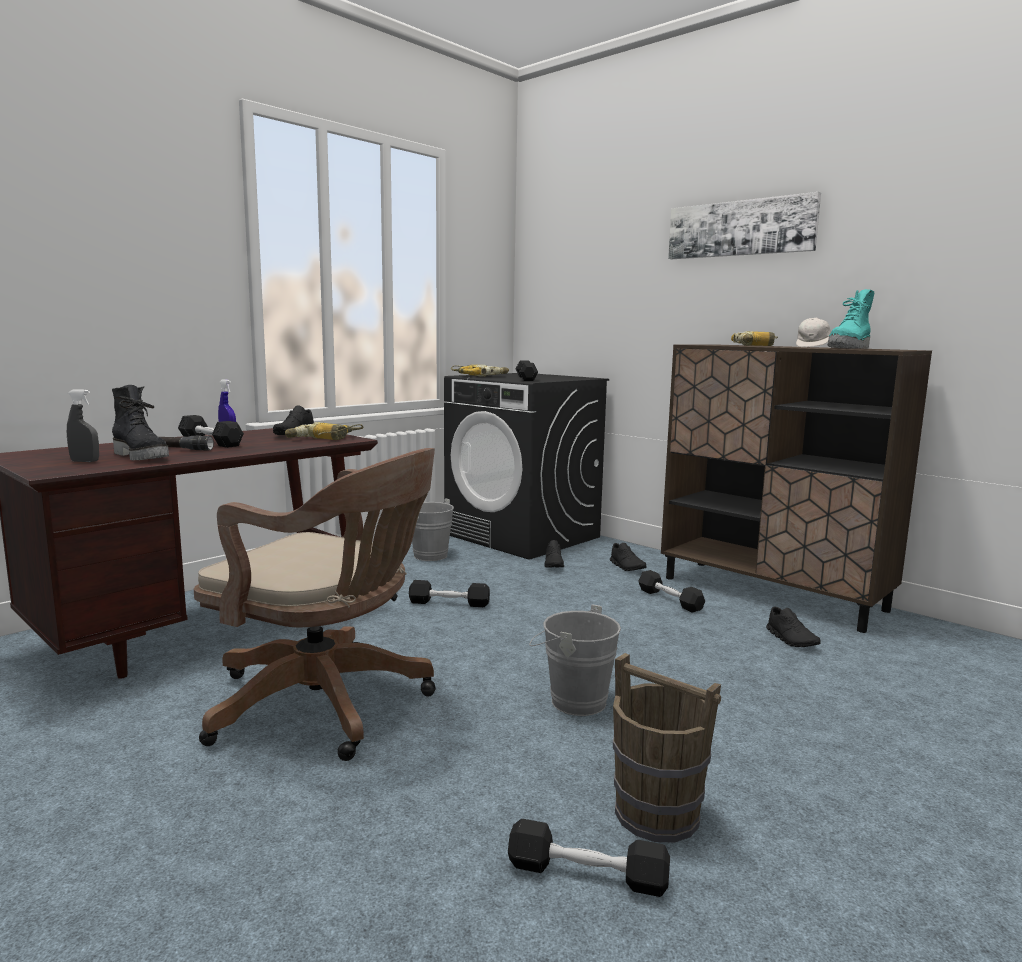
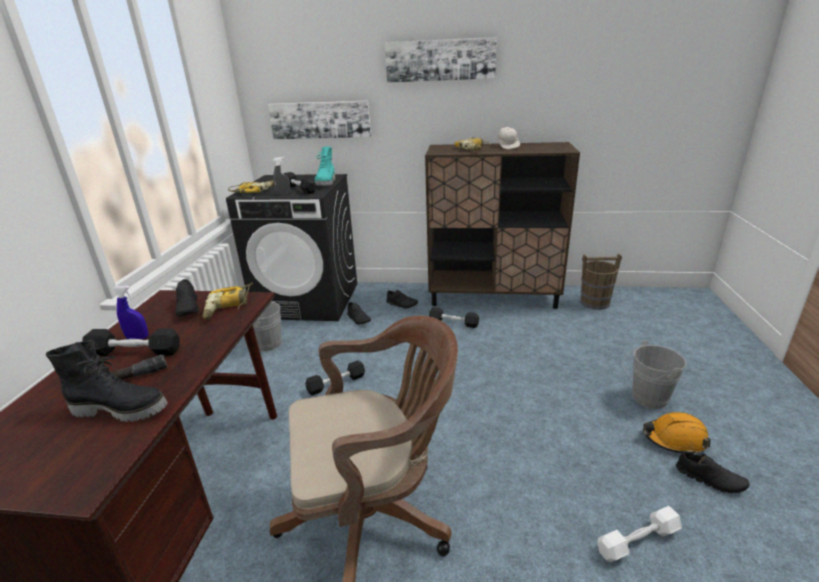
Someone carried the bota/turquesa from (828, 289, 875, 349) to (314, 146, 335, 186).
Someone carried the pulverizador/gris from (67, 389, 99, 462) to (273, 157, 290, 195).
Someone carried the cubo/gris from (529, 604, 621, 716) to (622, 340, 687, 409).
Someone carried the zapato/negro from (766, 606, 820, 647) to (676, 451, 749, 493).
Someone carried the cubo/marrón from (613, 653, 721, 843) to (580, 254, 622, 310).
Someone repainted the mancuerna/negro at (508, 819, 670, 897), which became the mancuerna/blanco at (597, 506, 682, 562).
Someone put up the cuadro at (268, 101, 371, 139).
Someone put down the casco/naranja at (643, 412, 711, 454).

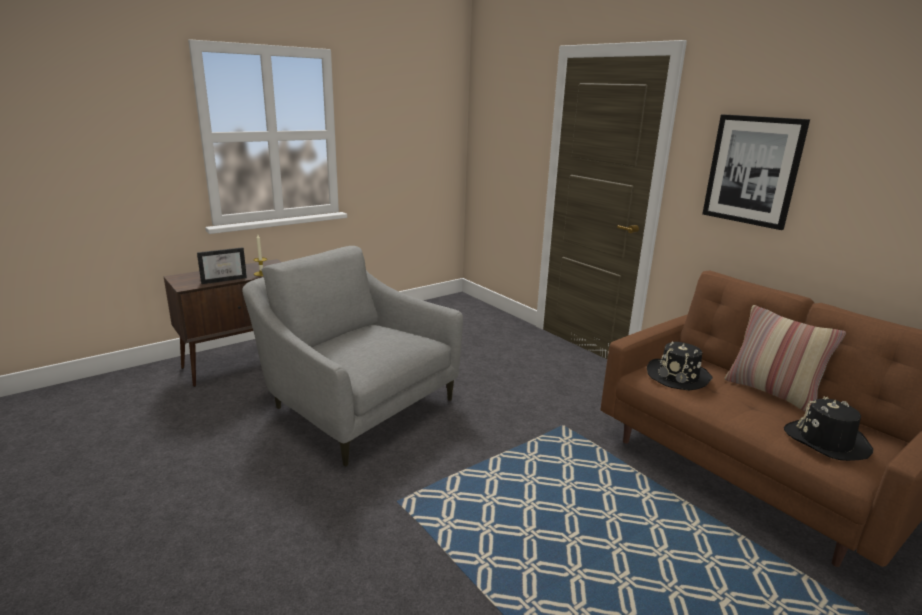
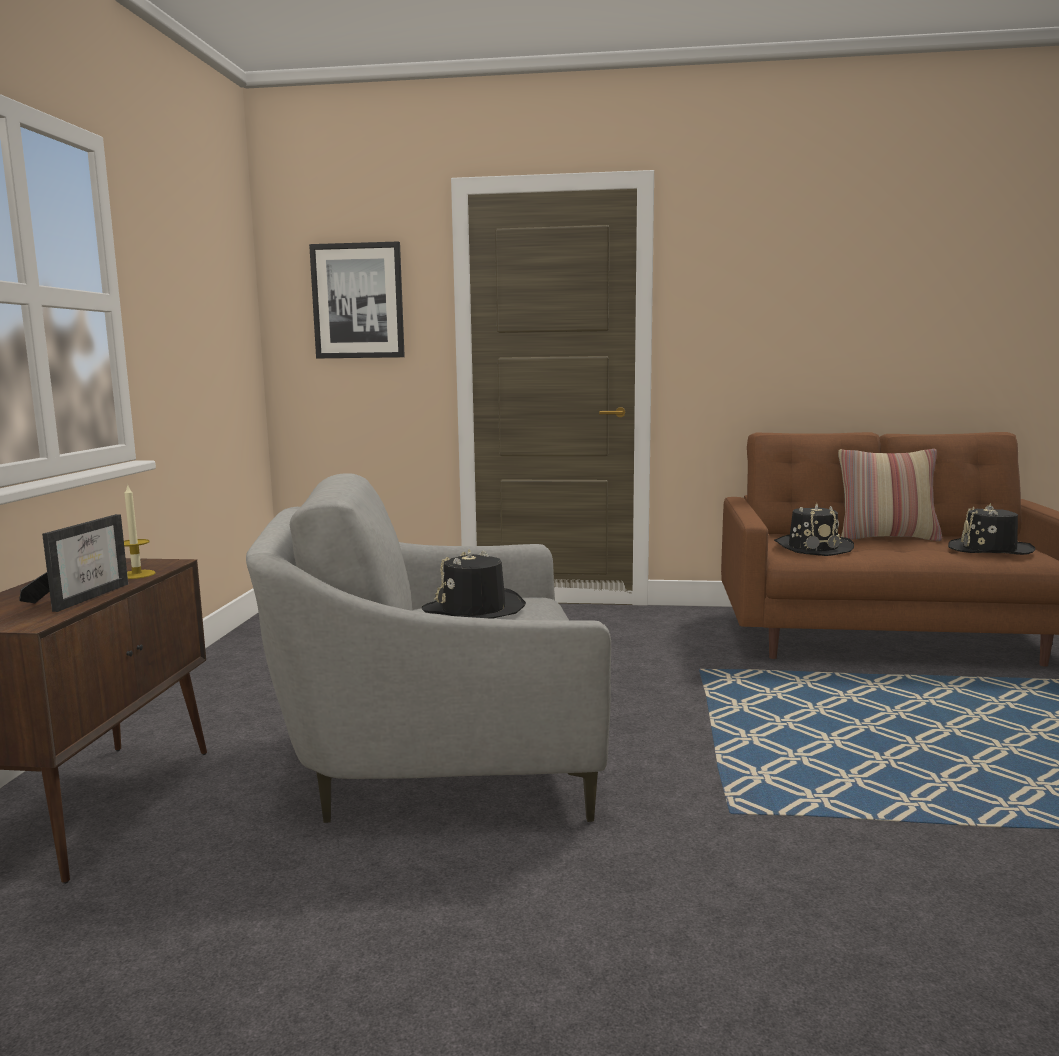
Someone carried the cuadro from (702, 114, 810, 230) to (309, 242, 405, 358).
Someone put down the sombrero/negro at (422, 549, 526, 619).

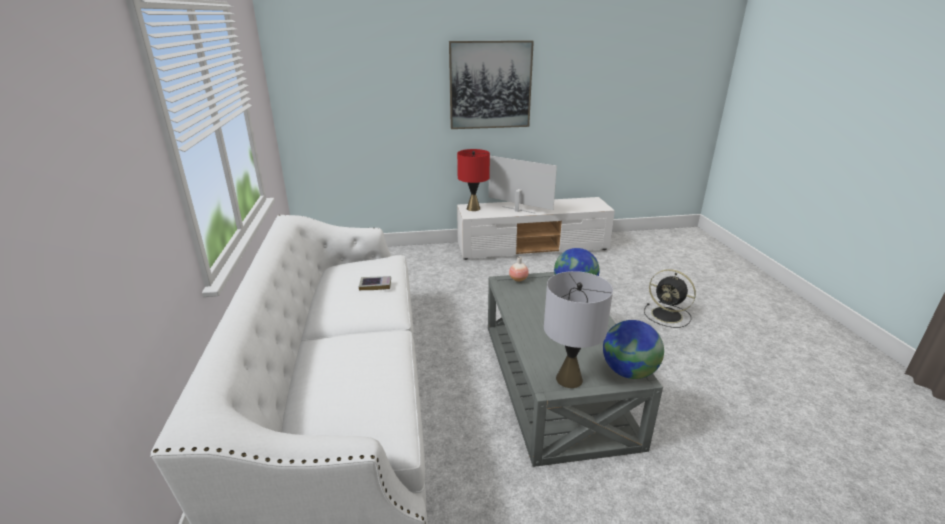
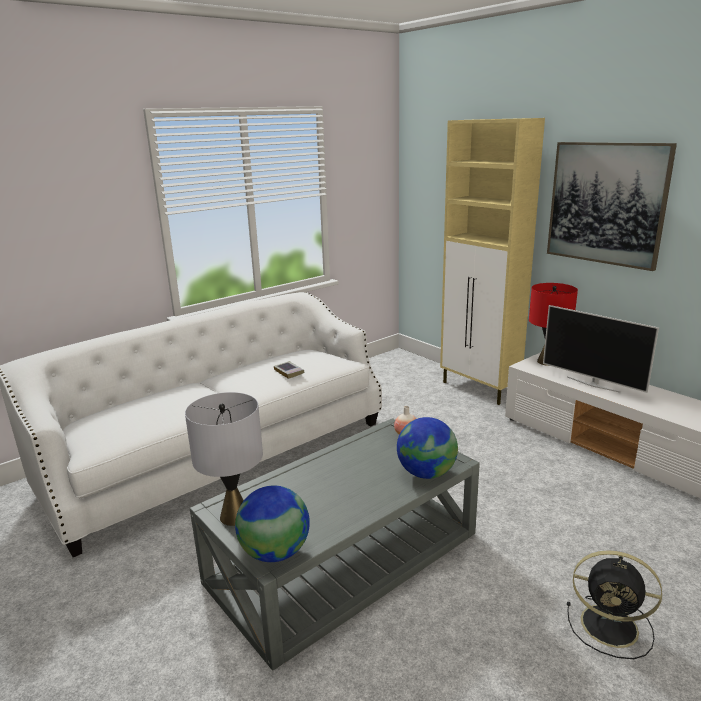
Someone rotated the televisor at (488, 156, 557, 214) by 135 degrees clockwise.
Someone rotated the ventilador/negro at (644, 269, 696, 328) by 75 degrees counterclockwise.
Someone put down the armario/beis at (440, 118, 545, 405).

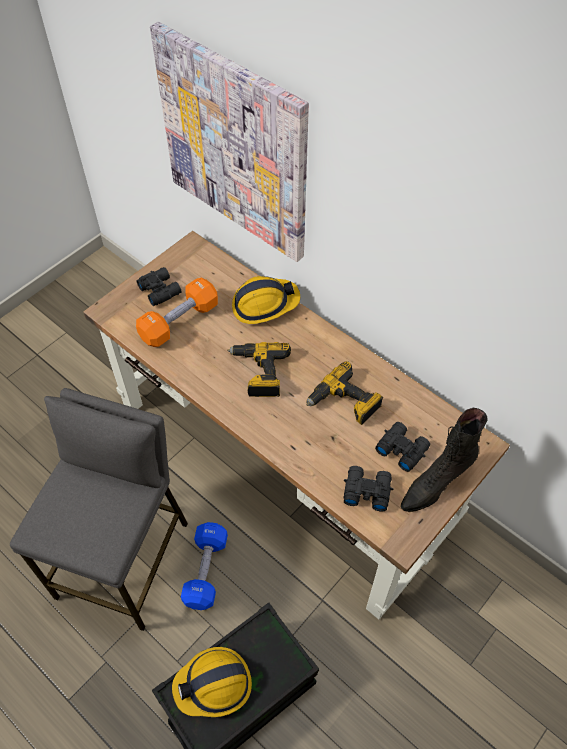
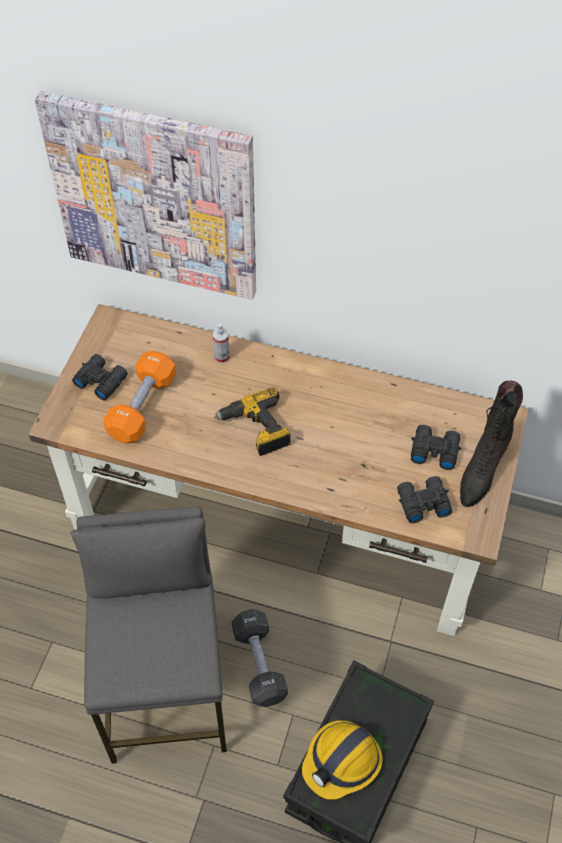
Someone swapped the casco at (232, 276, 300, 324) for the pulverizador at (213, 323, 230, 363).
Someone took away the taladro at (306, 361, 383, 425).
Someone repainted the mancuerna/azul at (181, 522, 228, 610), which became the mancuerna/negro at (232, 609, 288, 707).

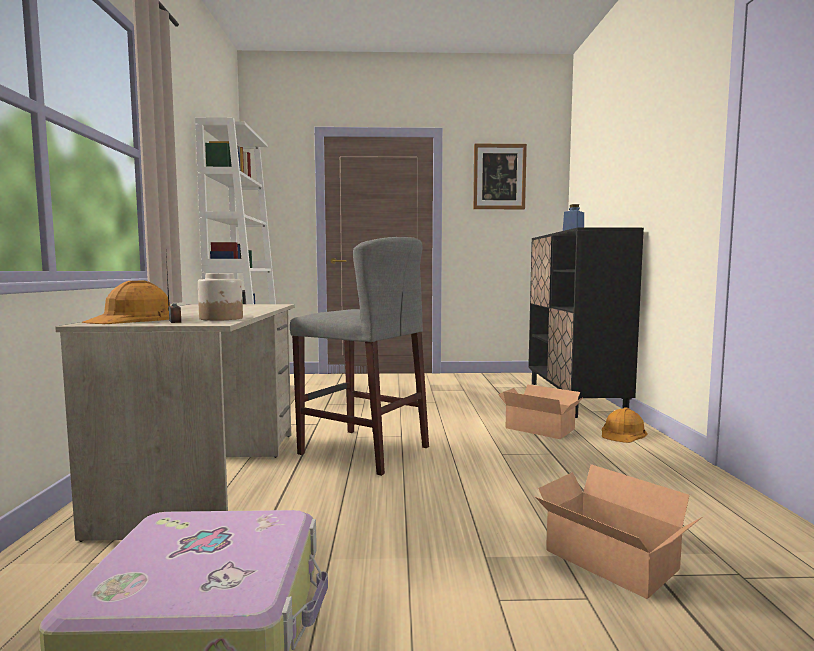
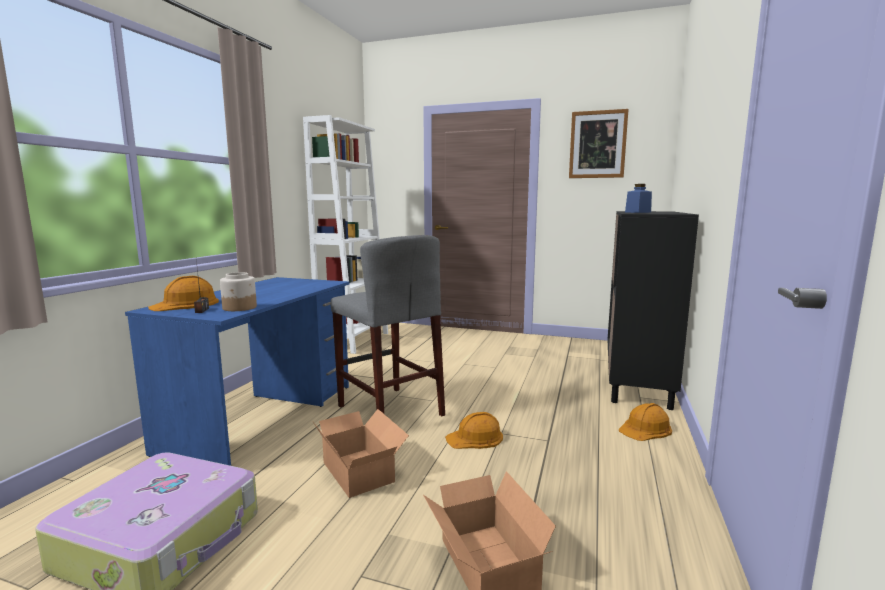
Someone repainted the escritorio/beis at (55, 304, 295, 542), which became the escritorio/azul at (125, 277, 350, 466).
Someone carried the caja de cartón from (498, 385, 582, 439) to (313, 409, 409, 498).
Someone put down the casco/naranja at (445, 412, 503, 449).

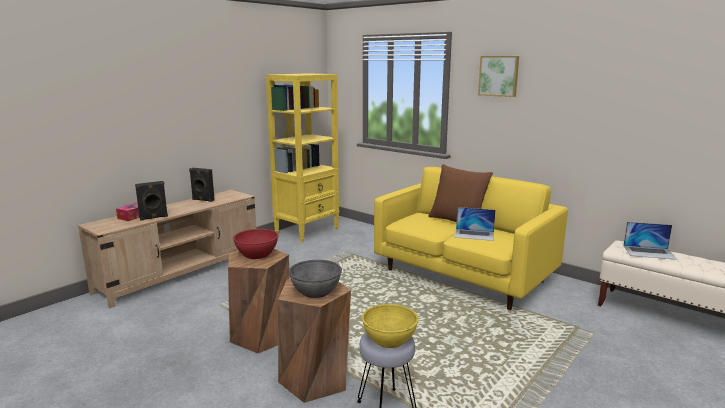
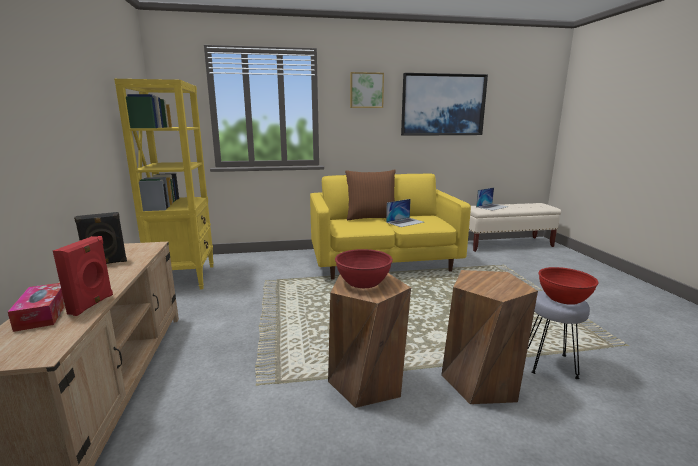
Someone repainted the altavoz/negro at (135, 181, 168, 221), which became the altavoz/rojo at (53, 236, 113, 316).
Someone took away the cuenco/gris at (289, 260, 342, 298).
Someone repainted the cuenco/amarillo at (362, 304, 419, 348), which became the cuenco/rojo at (538, 267, 599, 305).
Someone put up the cuadro at (401, 73, 488, 136).

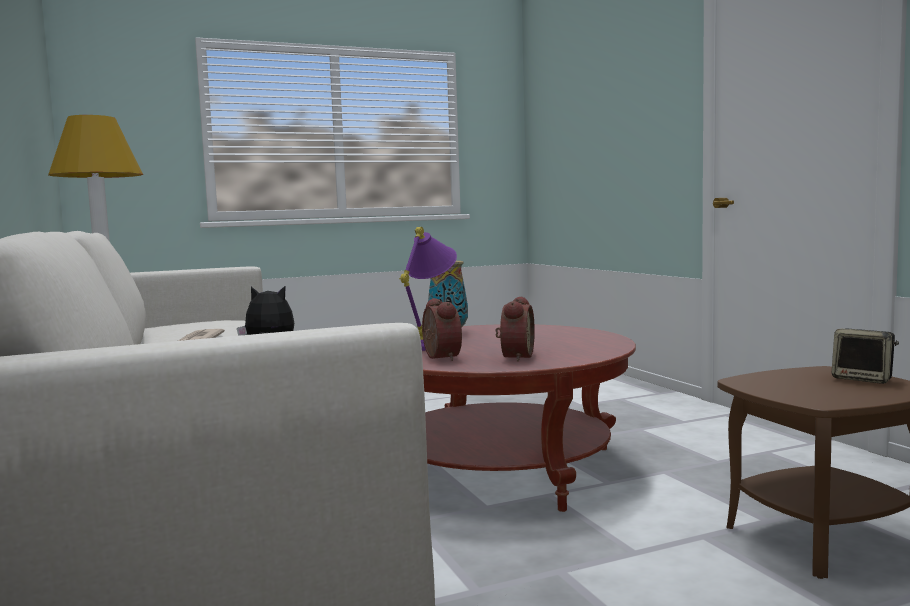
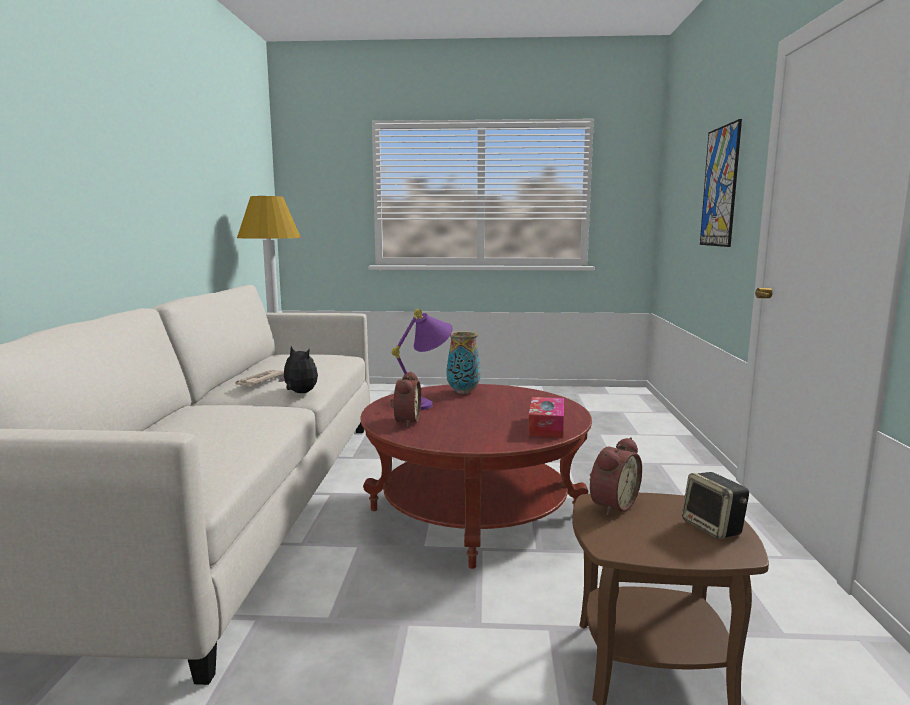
Someone carried the despertador from (495, 296, 535, 361) to (590, 437, 642, 516).
Someone put up the cuadro at (700, 119, 742, 247).
Someone put down the caja de pañuelos at (528, 397, 564, 438).

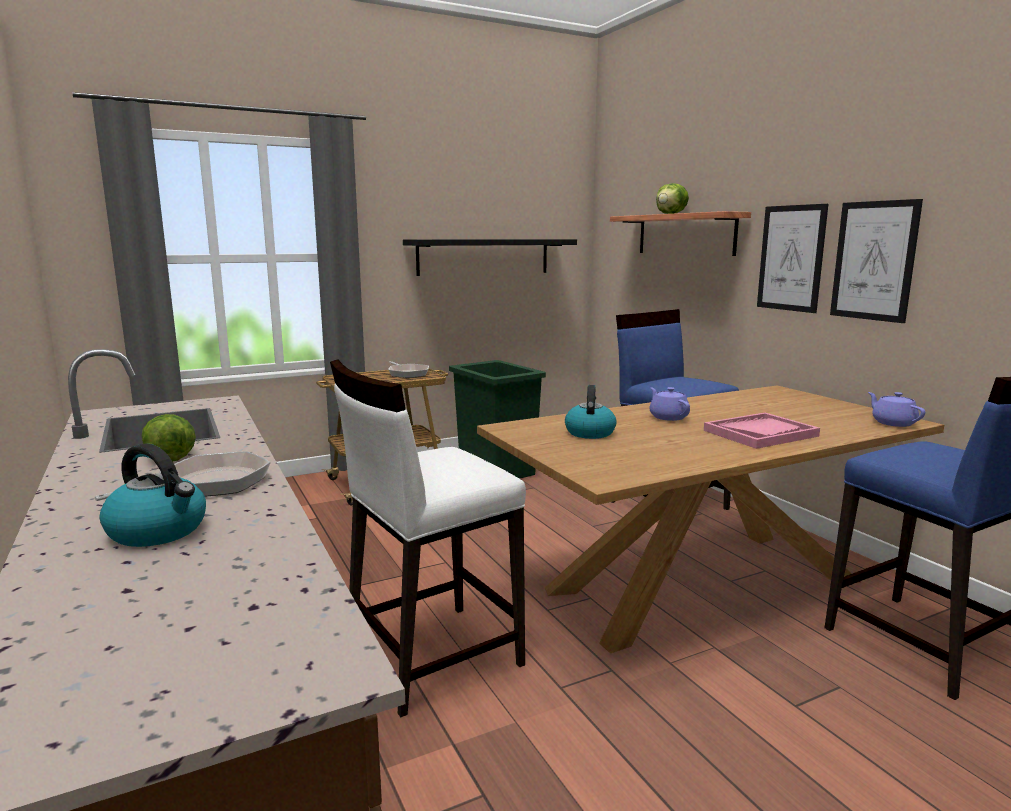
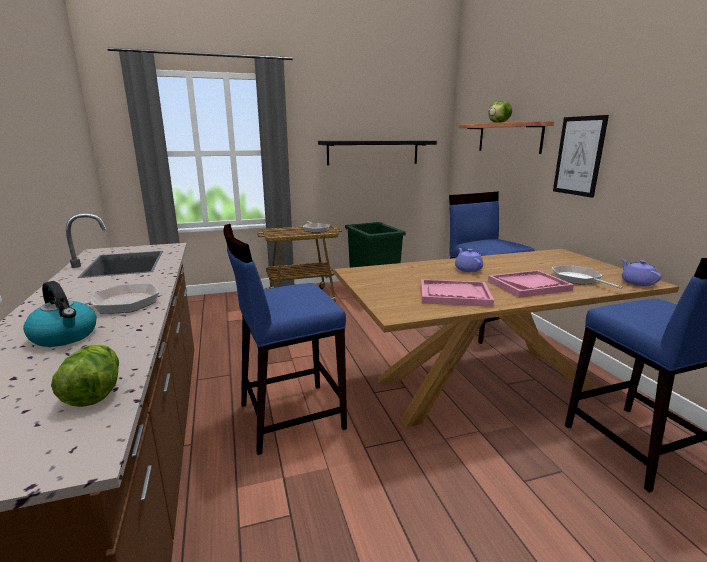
Someone took away the cuadro at (830, 199, 923, 323).
Someone repainted the taburete/blanco at (330, 359, 526, 717), which became the taburete/azul at (223, 224, 347, 455).
Someone took away the hervidor at (565, 385, 617, 439).
Someone carried the lechuga from (141, 414, 196, 462) to (51, 344, 119, 407).
Someone put down the sartén at (552, 265, 623, 289).
Someone put down the bandeja/rosa at (421, 279, 494, 307).

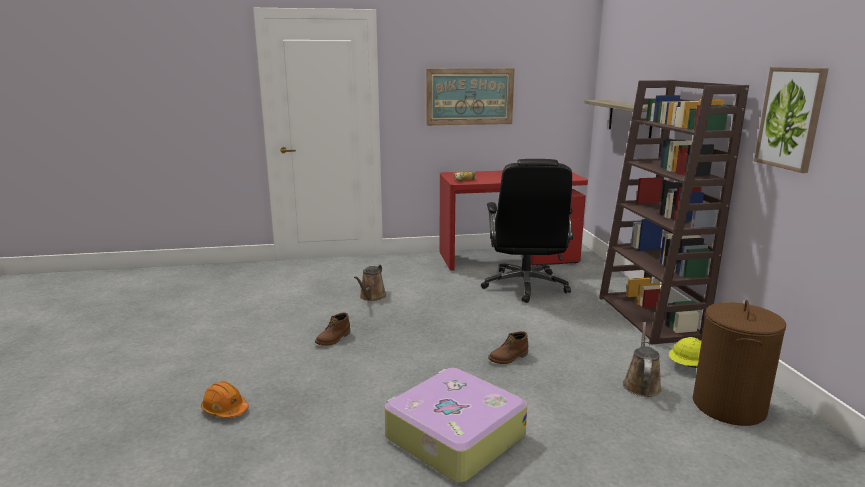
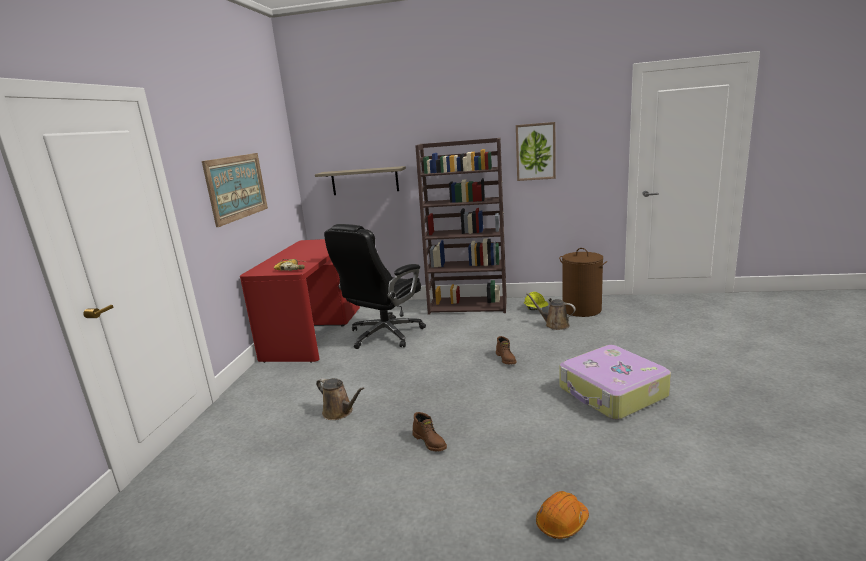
Someone rotated the silla de oficina/negro at (481, 159, 573, 303) by 105 degrees clockwise.

